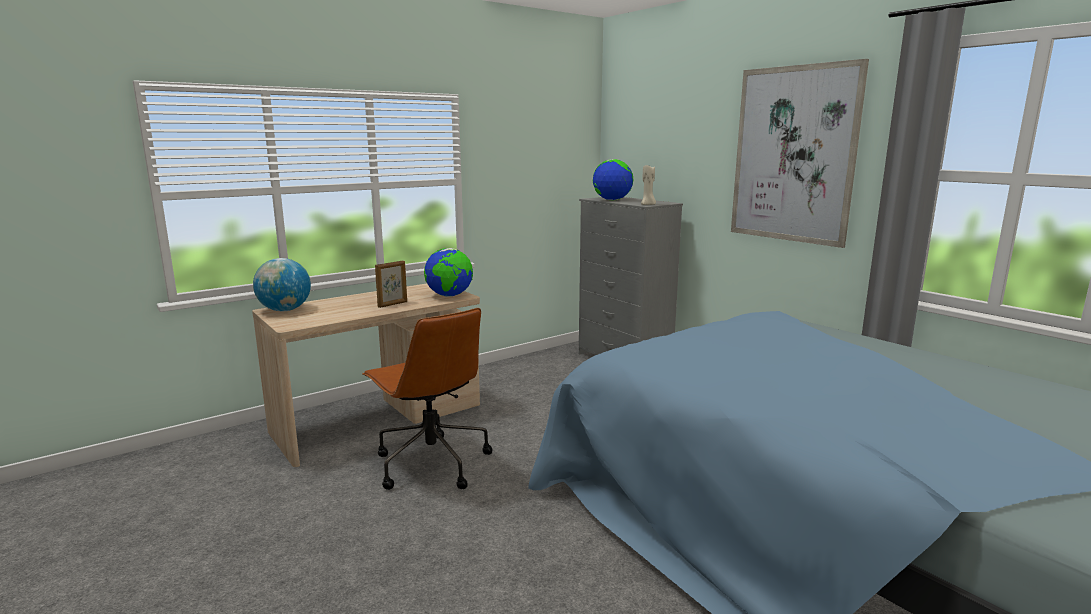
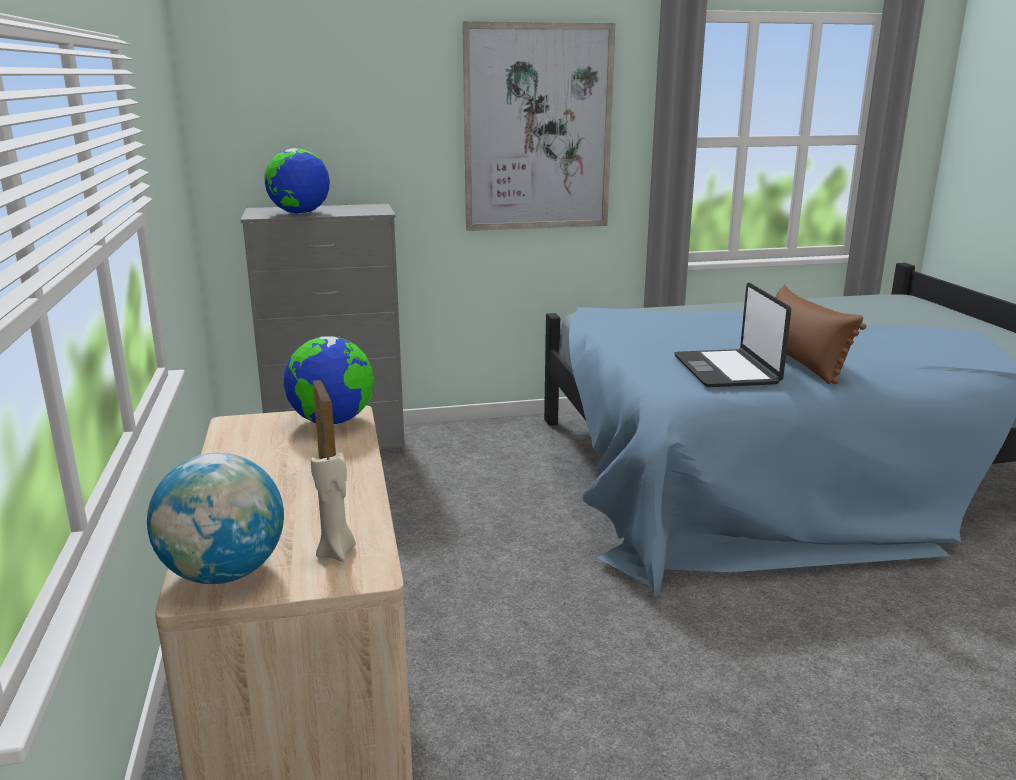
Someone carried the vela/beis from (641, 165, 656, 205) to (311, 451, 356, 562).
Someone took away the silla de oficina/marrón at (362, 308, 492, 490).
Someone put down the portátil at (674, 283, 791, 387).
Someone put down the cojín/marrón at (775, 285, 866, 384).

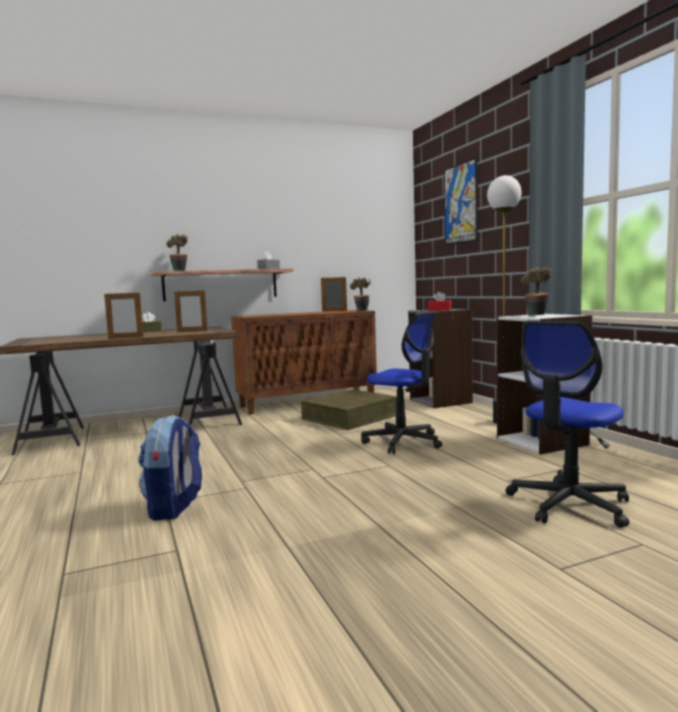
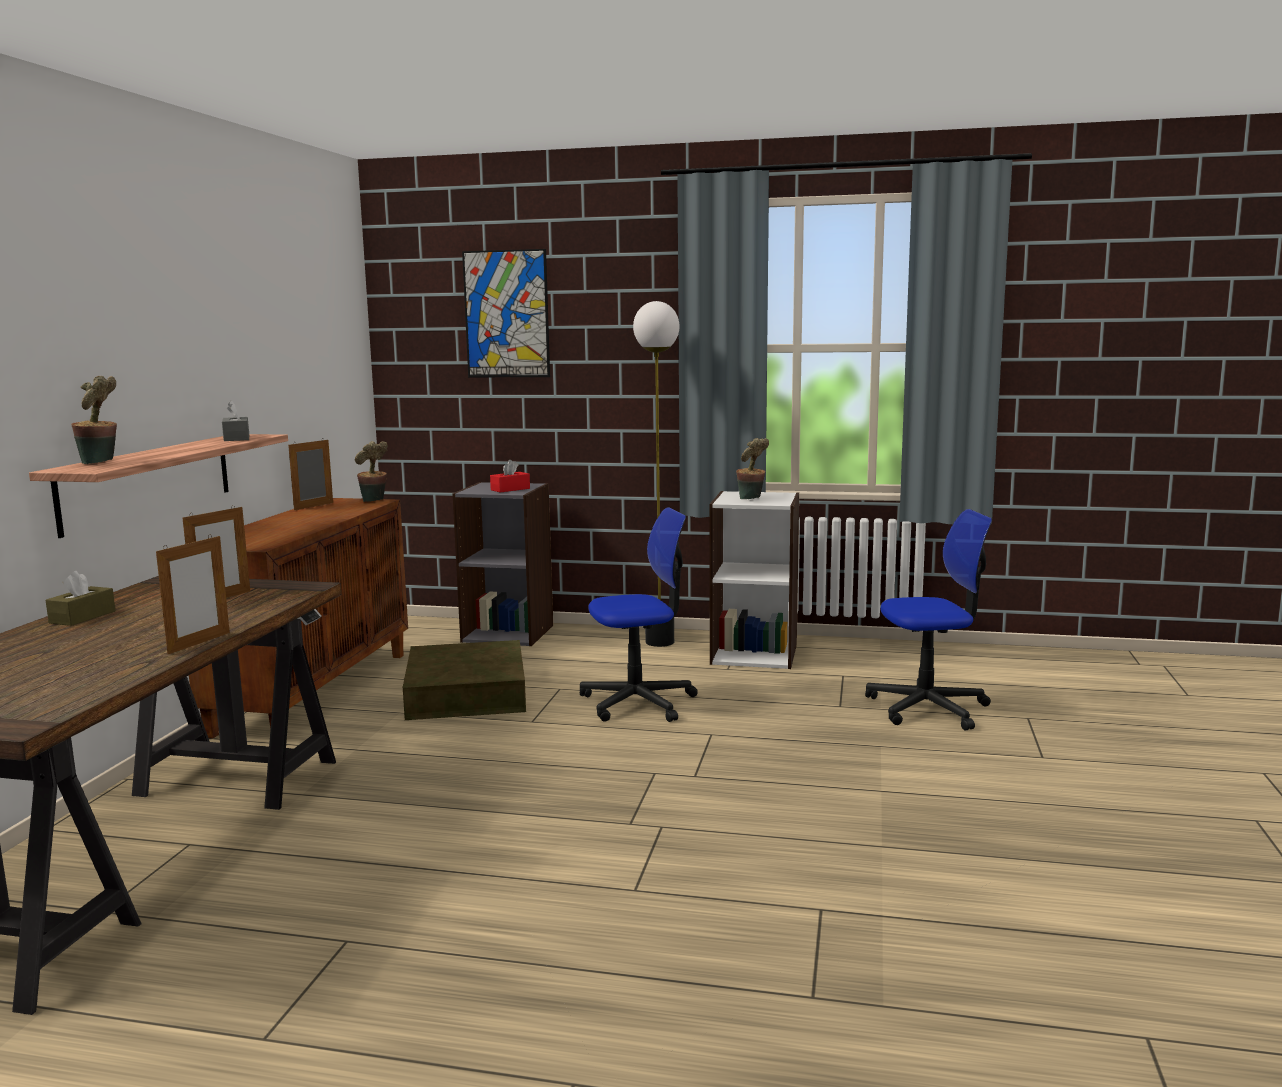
Someone rotated the silla de oficina at (506, 320, 629, 528) by 90 degrees counterclockwise.
Someone took away the mochila at (138, 415, 202, 521).

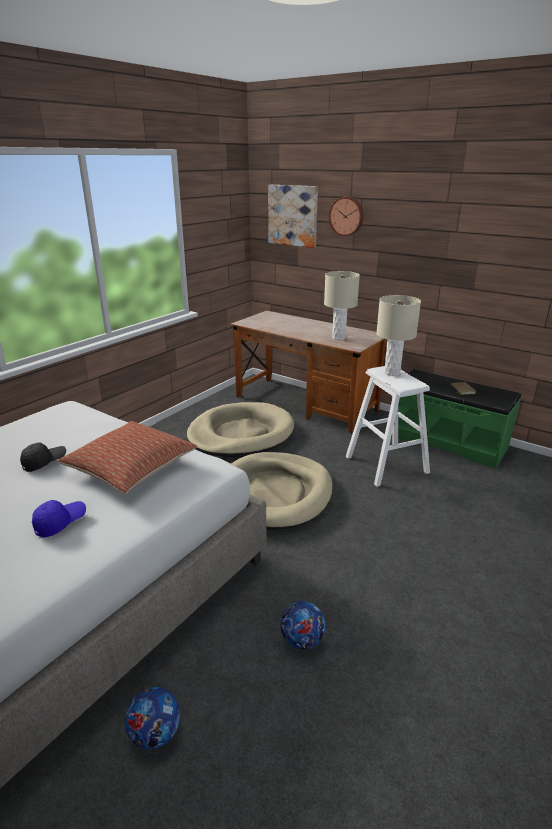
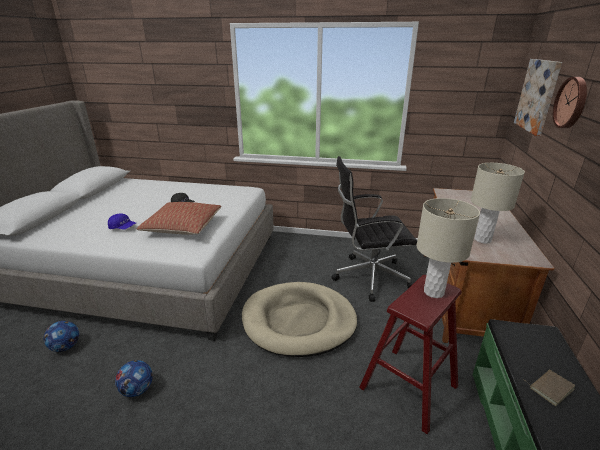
Someone repainted the taburete/blanco at (346, 366, 430, 487), which became the taburete/rojo at (359, 275, 462, 434).
Someone swapped the cama para perro/beis at (187, 402, 294, 457) for the silla de oficina/negro at (332, 156, 417, 302).

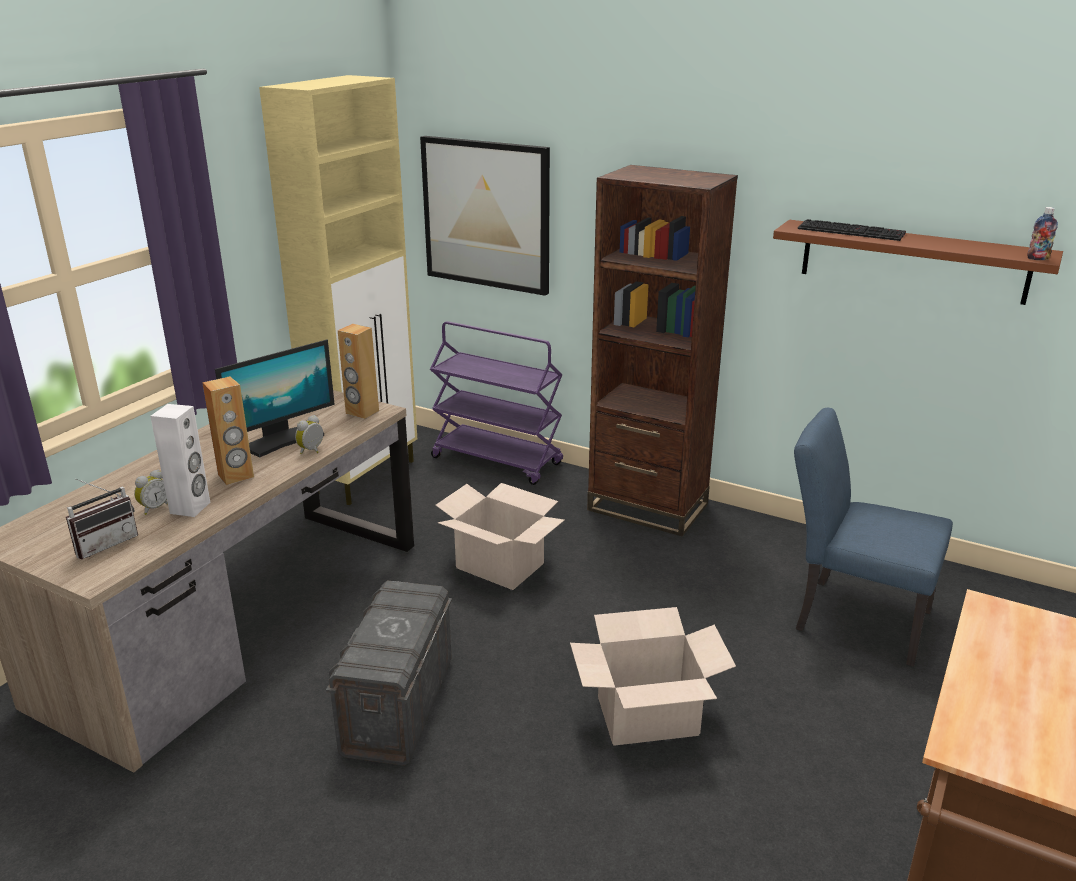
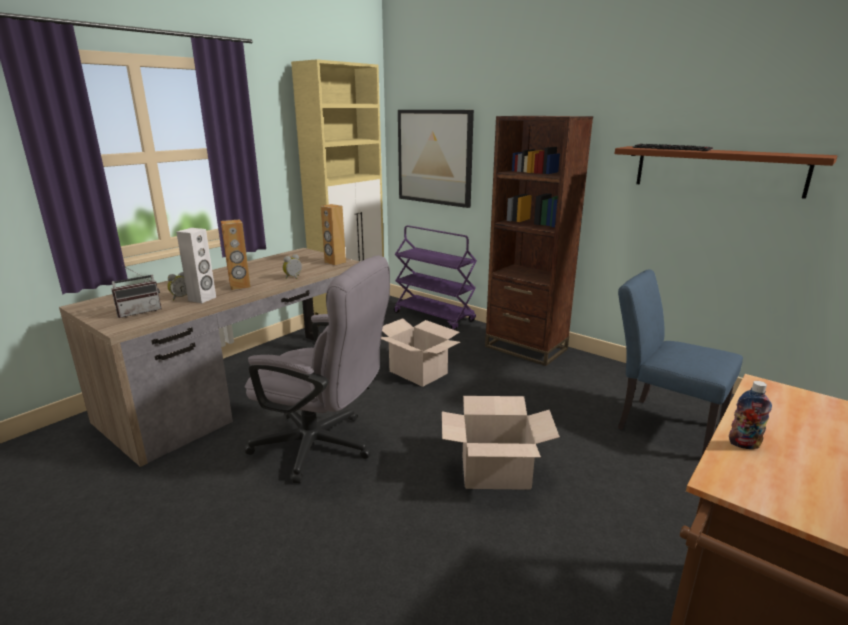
Someone carried the botella from (1027, 207, 1058, 260) to (729, 381, 772, 449).
Someone took away the monitor at (215, 339, 335, 457).
Someone swapped the caja de almacenaje/gris at (326, 580, 452, 766) for the silla de oficina/gris at (245, 255, 390, 483).

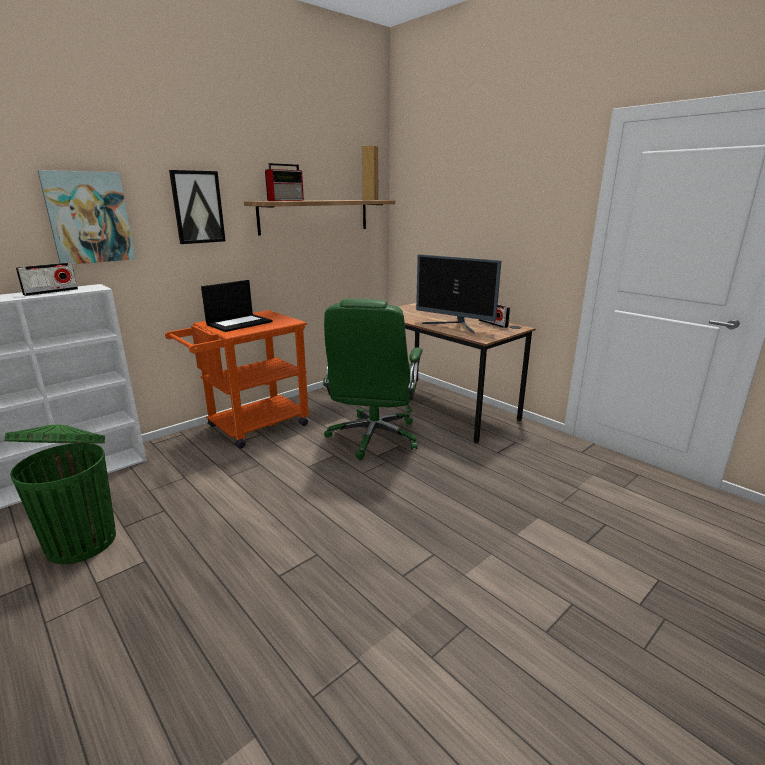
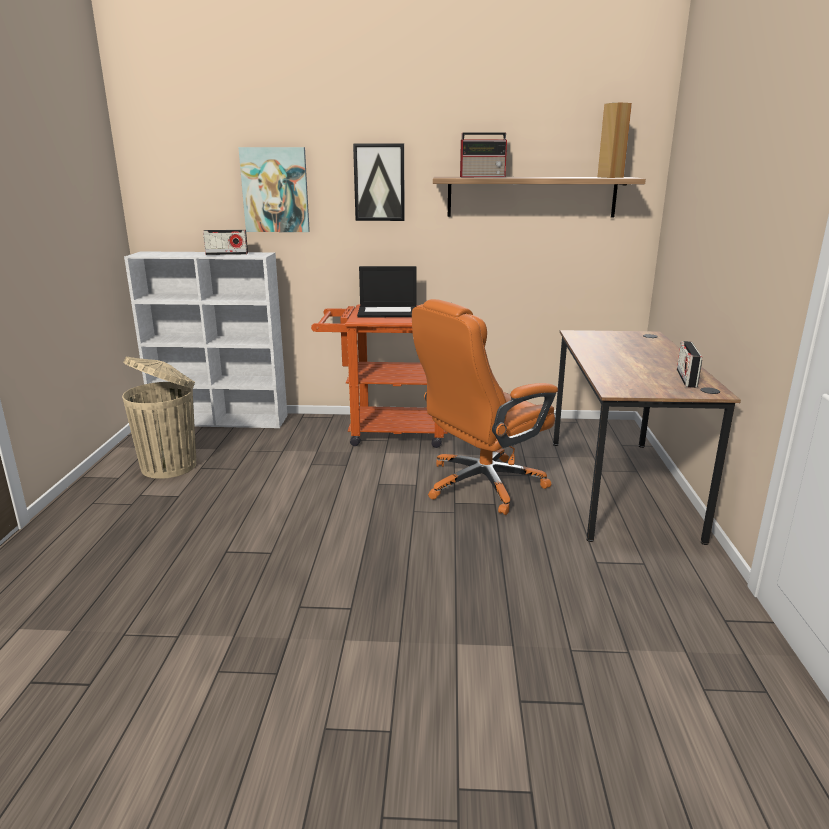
Someone took away the monitor at (416, 254, 501, 333).
Someone repainted the silla de oficina/verde at (323, 299, 423, 460), which became the silla de oficina/naranja at (412, 299, 558, 515).
Someone repainted the papelera/verde at (4, 424, 116, 564), which became the papelera/beis at (122, 357, 196, 479).

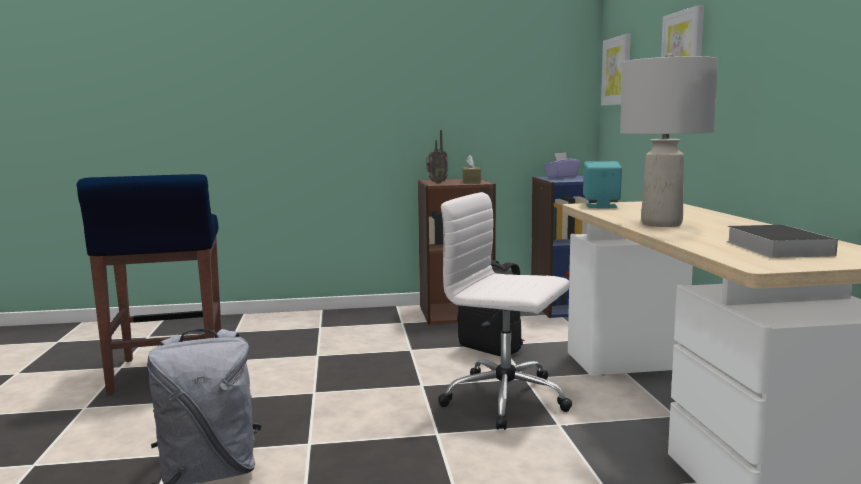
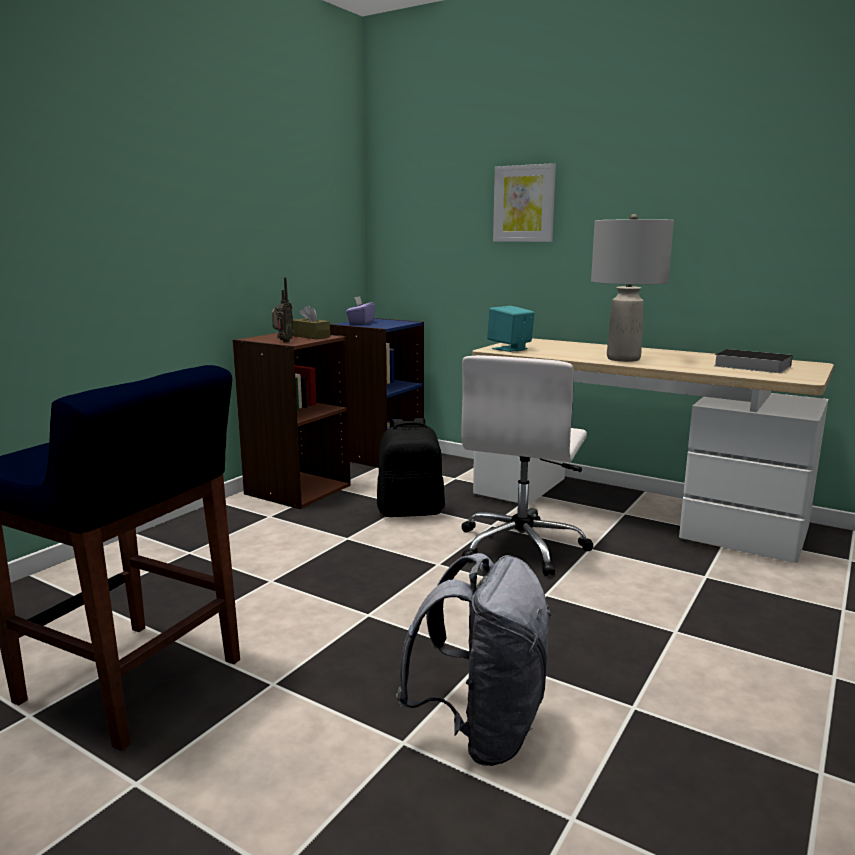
Someone took away the cuadro at (601, 34, 631, 106).
Someone rotated the silla de oficina/blanco at (438, 192, 572, 430) by 45 degrees counterclockwise.

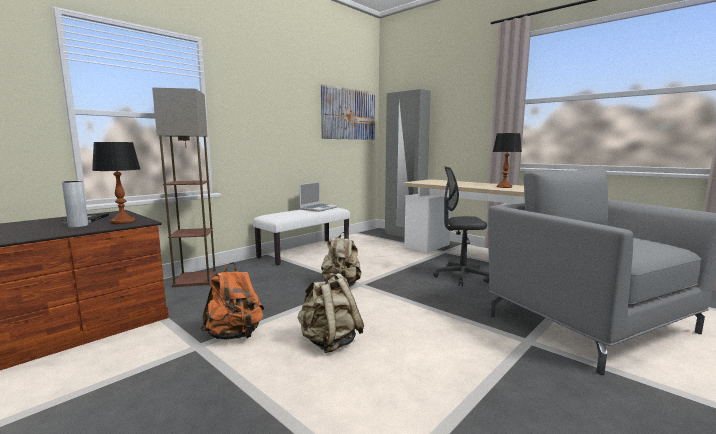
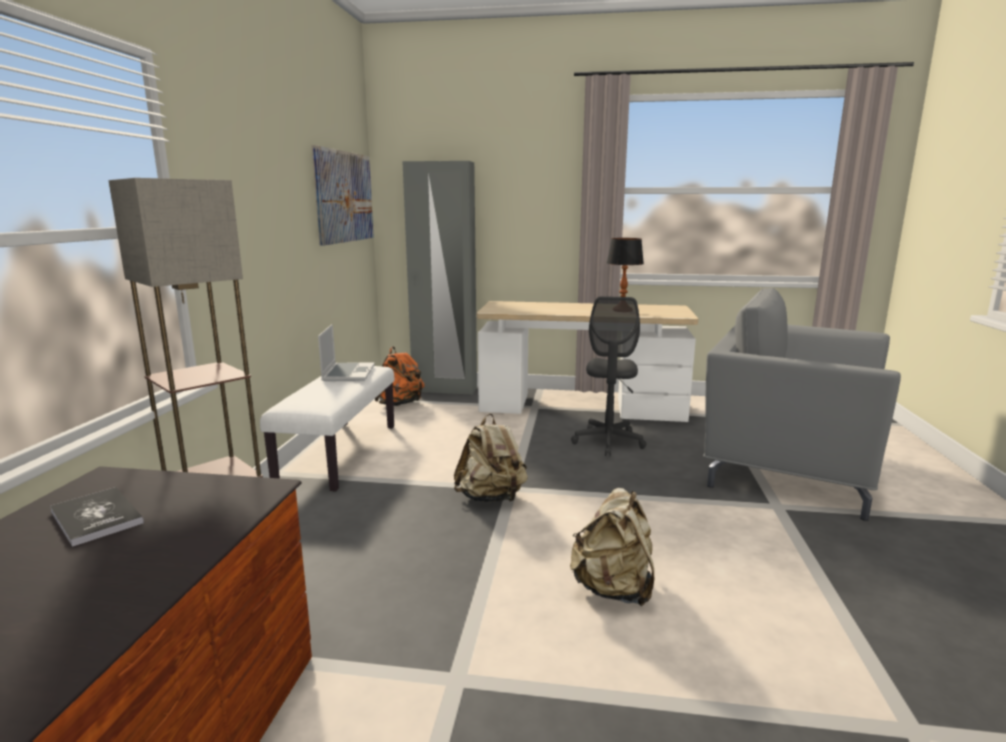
Someone took away the lámpara de mesa at (92, 142, 140, 224).
Someone rotated the silla de oficina/gris at (433, 166, 489, 286) by 45 degrees counterclockwise.
Someone took away the florero/gris at (62, 181, 88, 228).
Someone carried the mochila/naranja from (201, 262, 264, 340) to (375, 346, 425, 406).

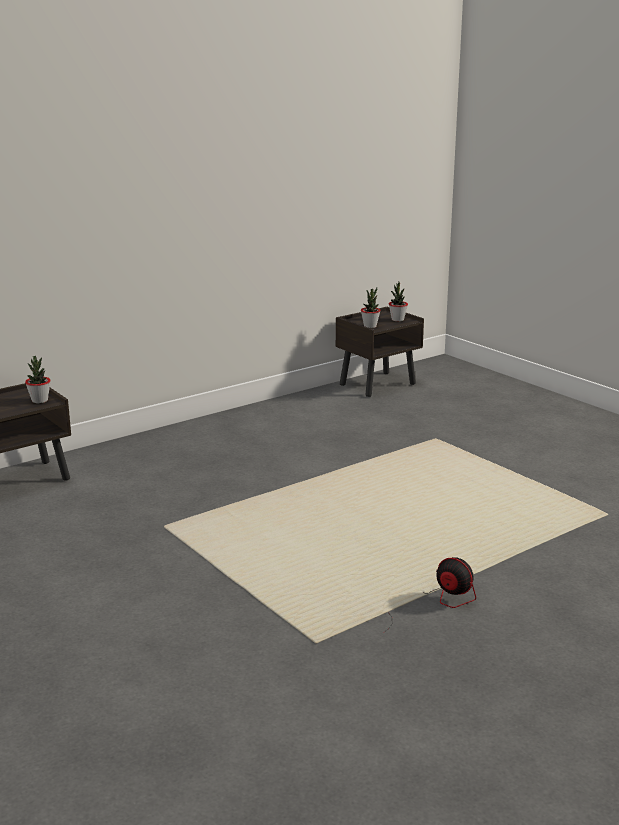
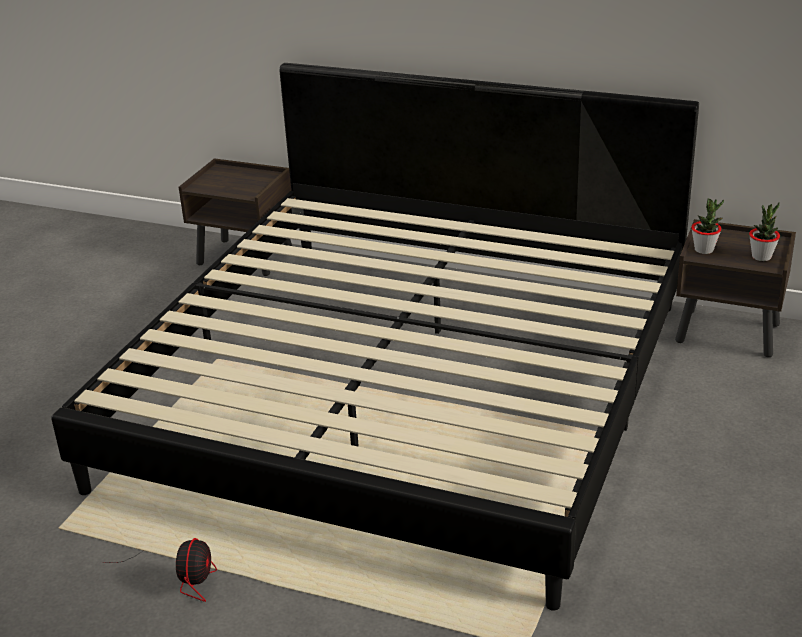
Someone took away the planta en maceta at (25, 356, 51, 403).
Someone put down the cama at (51, 63, 699, 611).

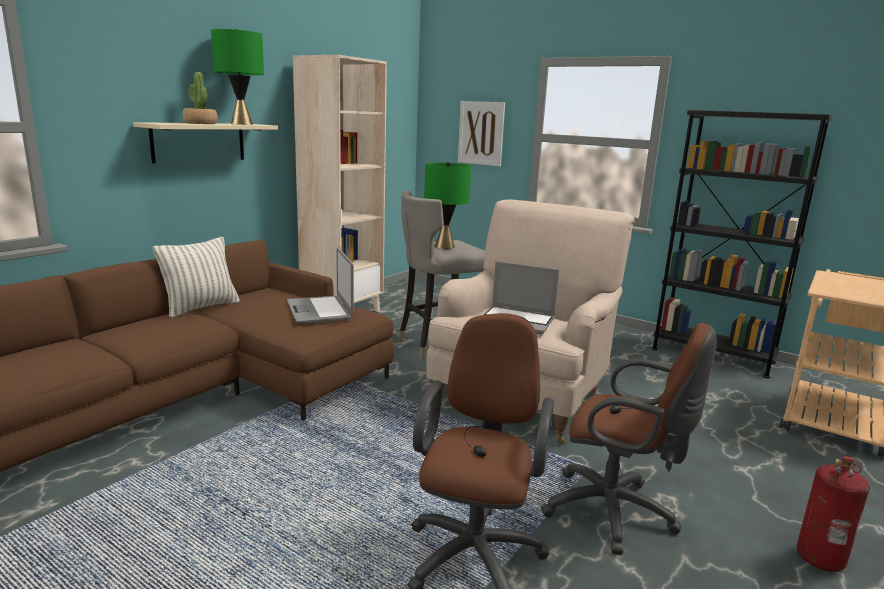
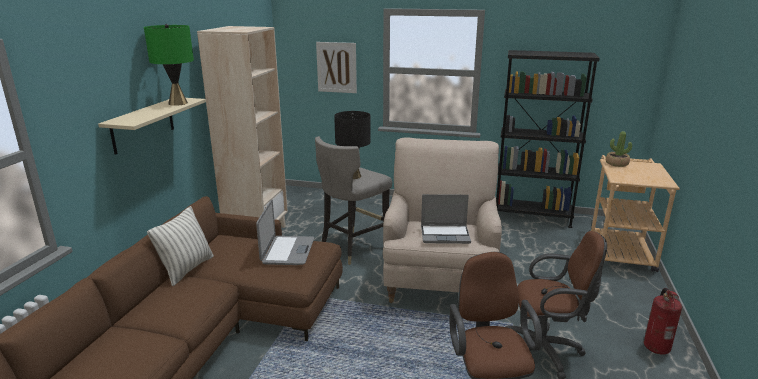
Someone carried the planta en maceta from (183, 72, 218, 124) to (606, 131, 632, 167).
Someone repainted the lámpara de mesa/verde at (424, 162, 471, 249), which became the lámpara de mesa/negro at (334, 111, 371, 179).
Someone rotated the portátil at (287, 247, 354, 323) by 135 degrees counterclockwise.

